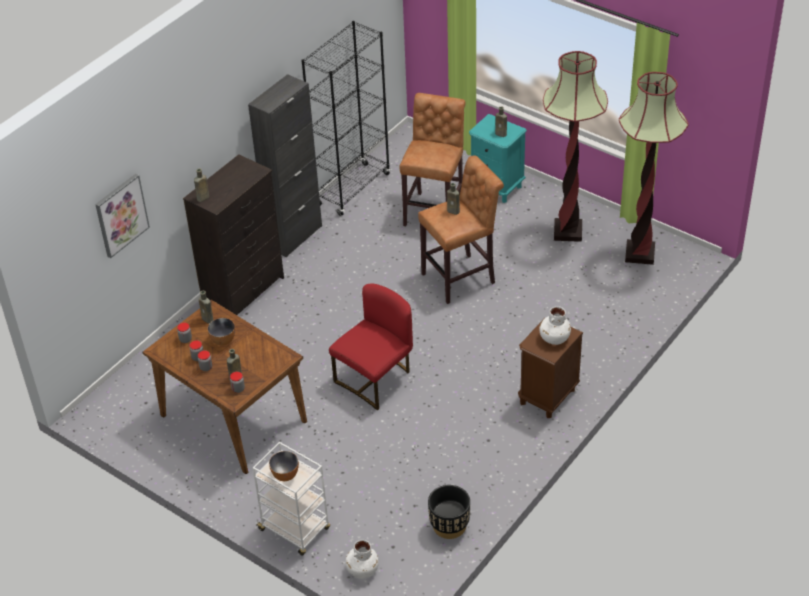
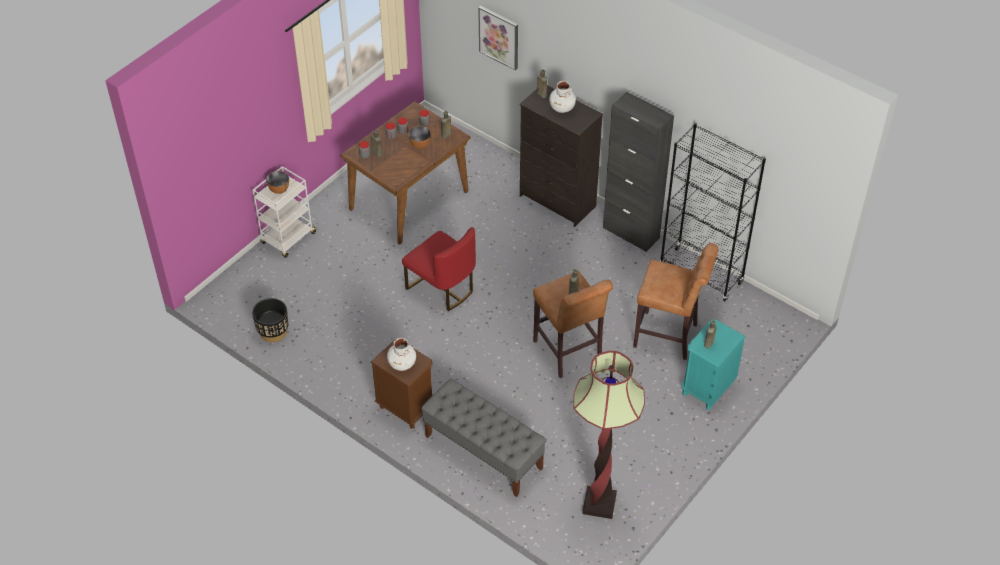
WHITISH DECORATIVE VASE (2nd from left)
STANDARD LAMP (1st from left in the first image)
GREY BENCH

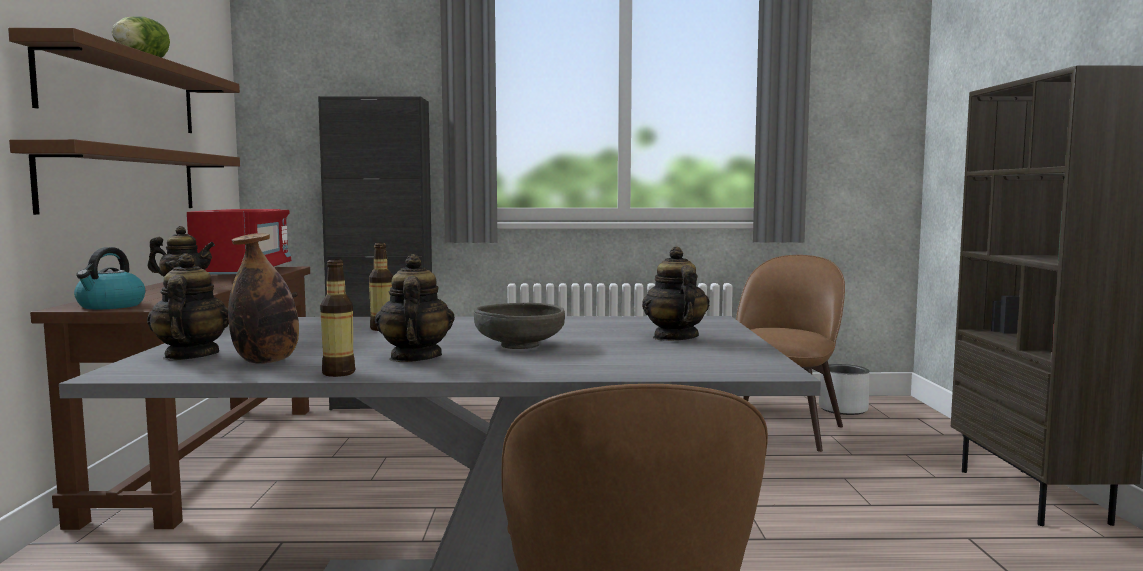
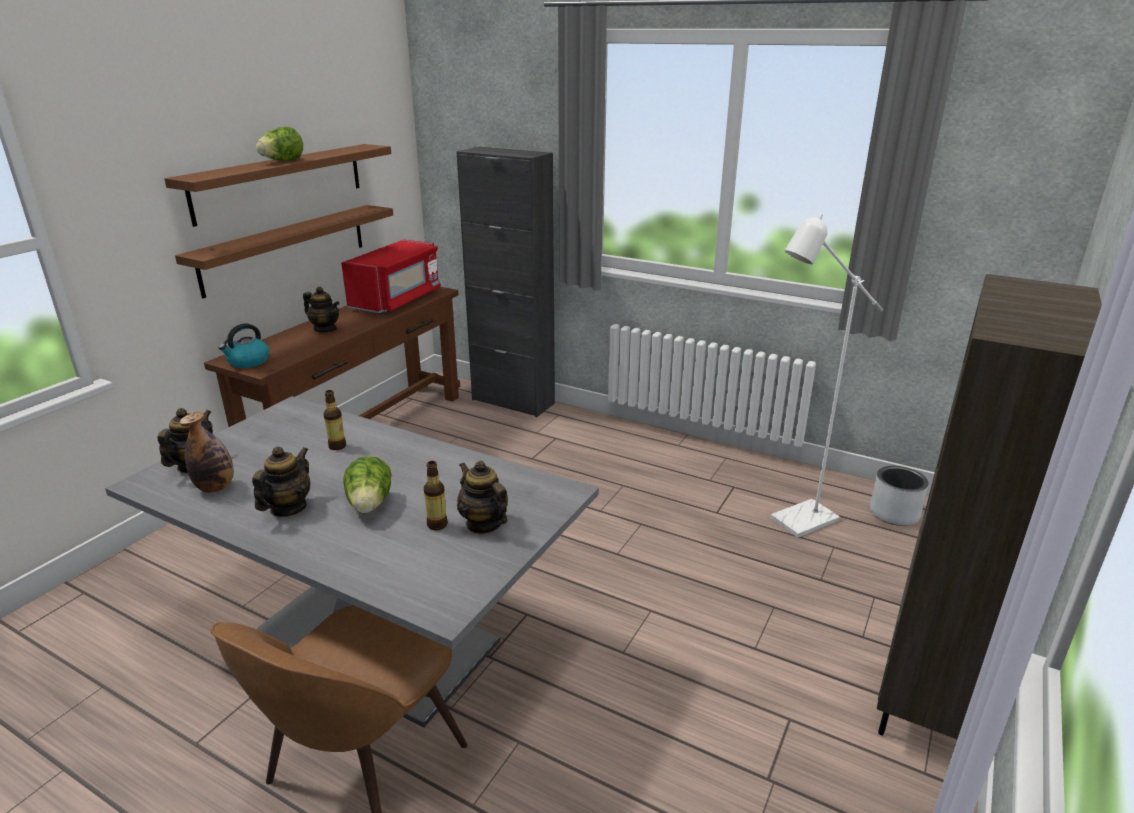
BOTTLE (3rd from left)
LETTUCE HEAD (2nd from left)
TEA POT (4th from left)
WHITISH STANDARD LAMP

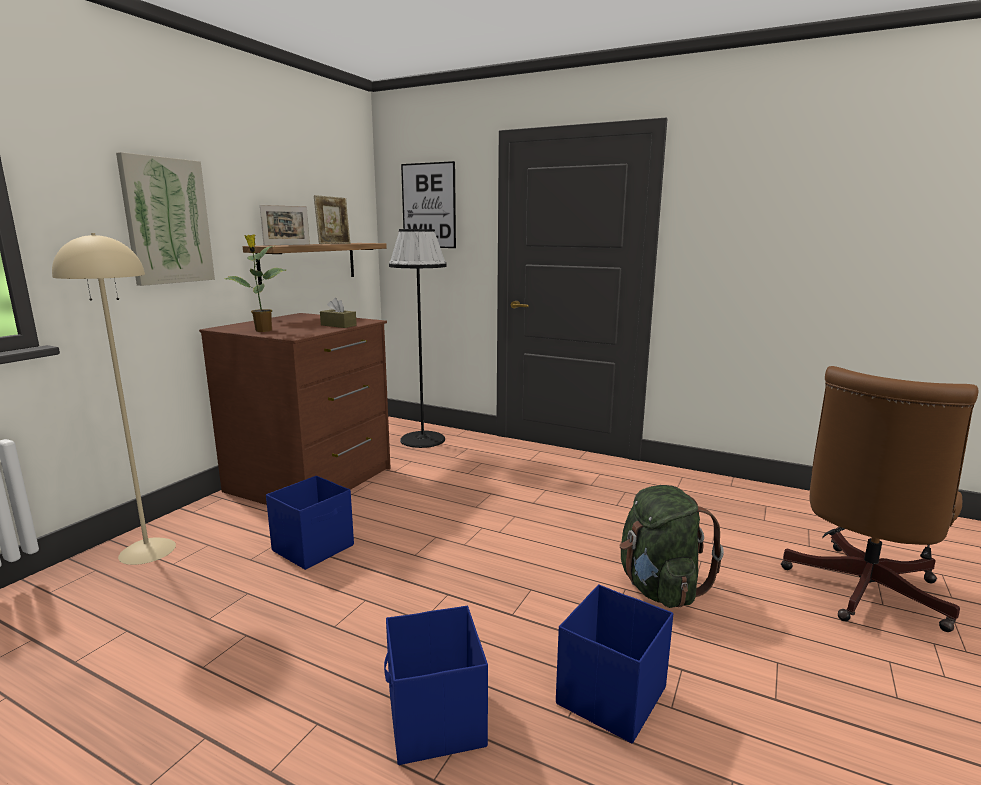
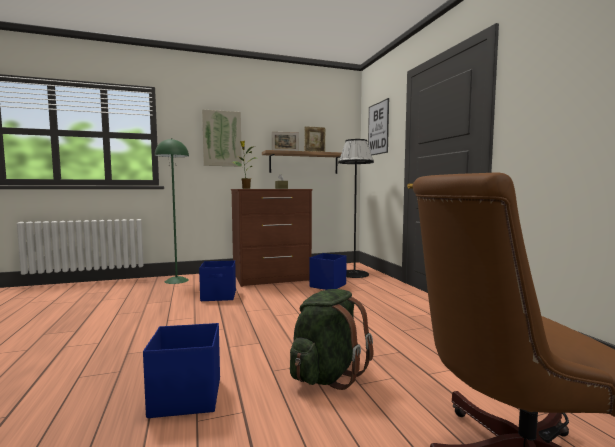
GREENISH STANDARD LAMP
BLUISH STORAGE BIN (3rd from left)

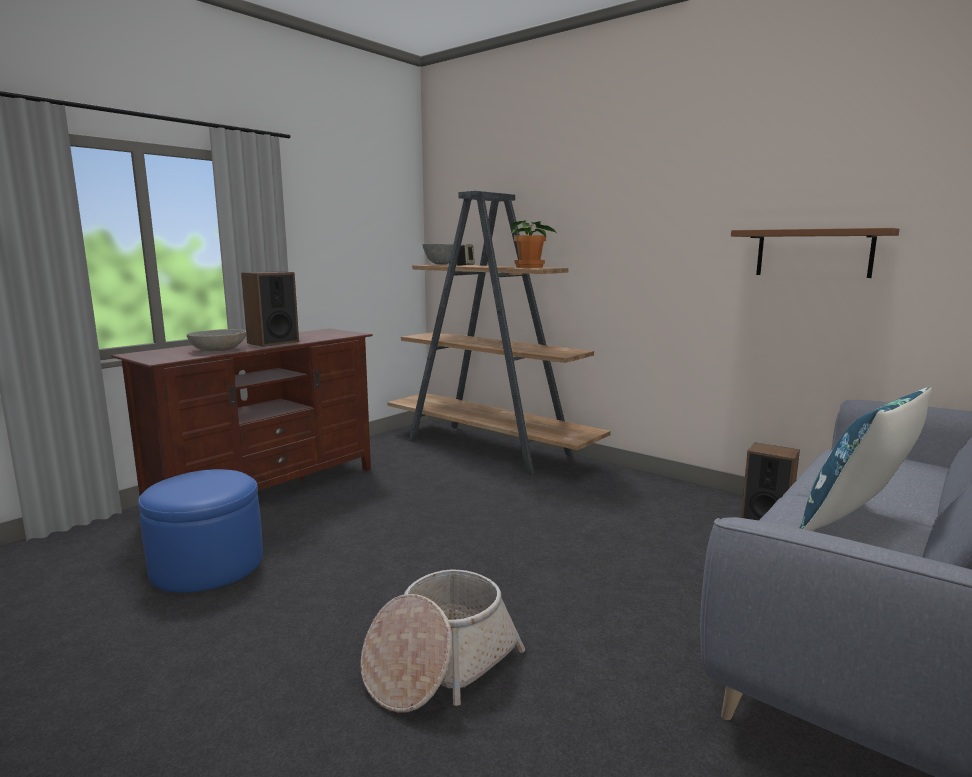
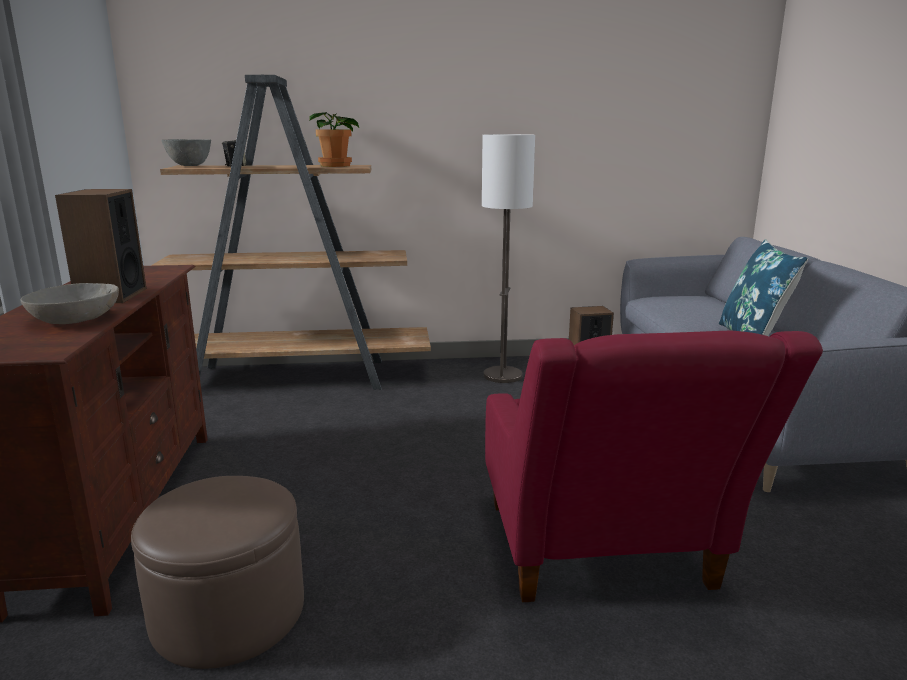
BROWNISH OTTOMAN
REDDISH EASY CHAIR
BROWNISH SHELF
STANDARD LAMP

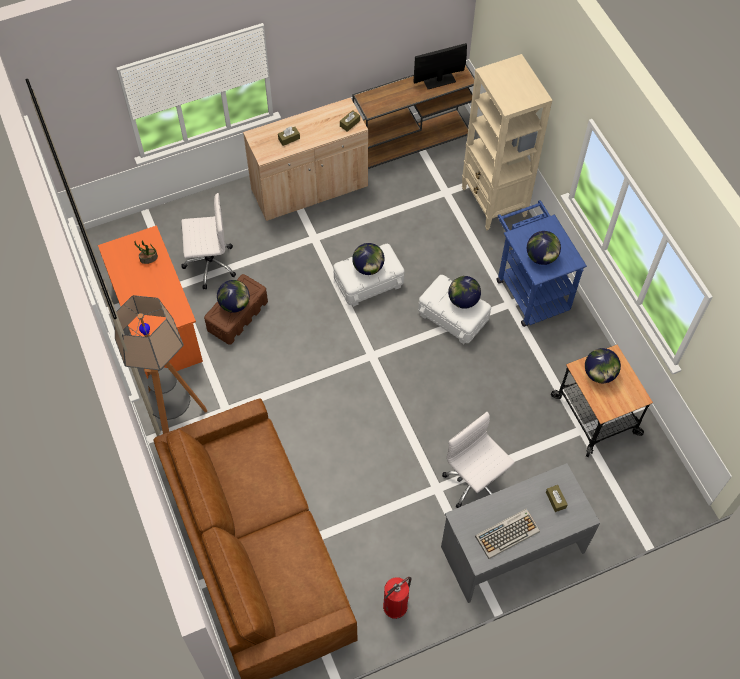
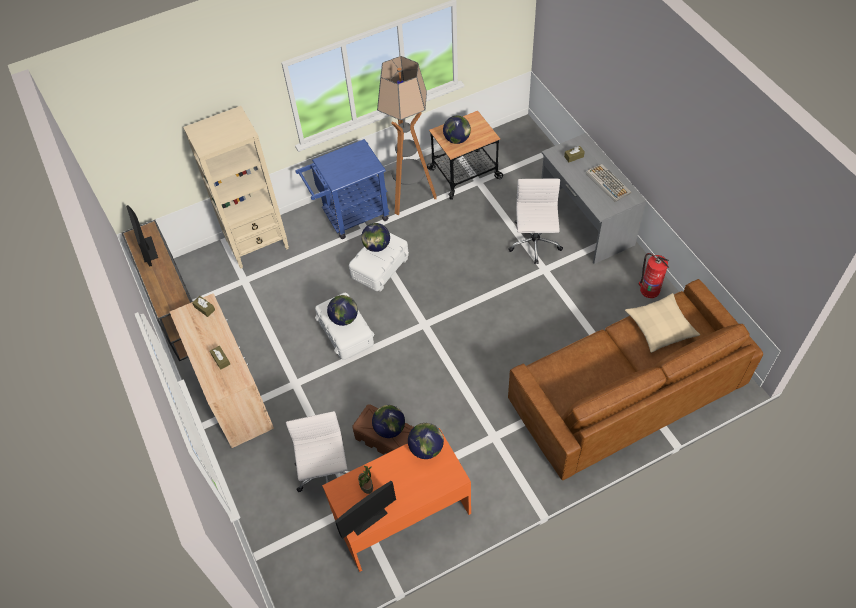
STANDARD LAMP
WHITISH OFFICE CHAIR (2nd from left)
GLOBE (4th from left)
COMPUTER SCREEN (2nd from left)
BEIGE PILLOW

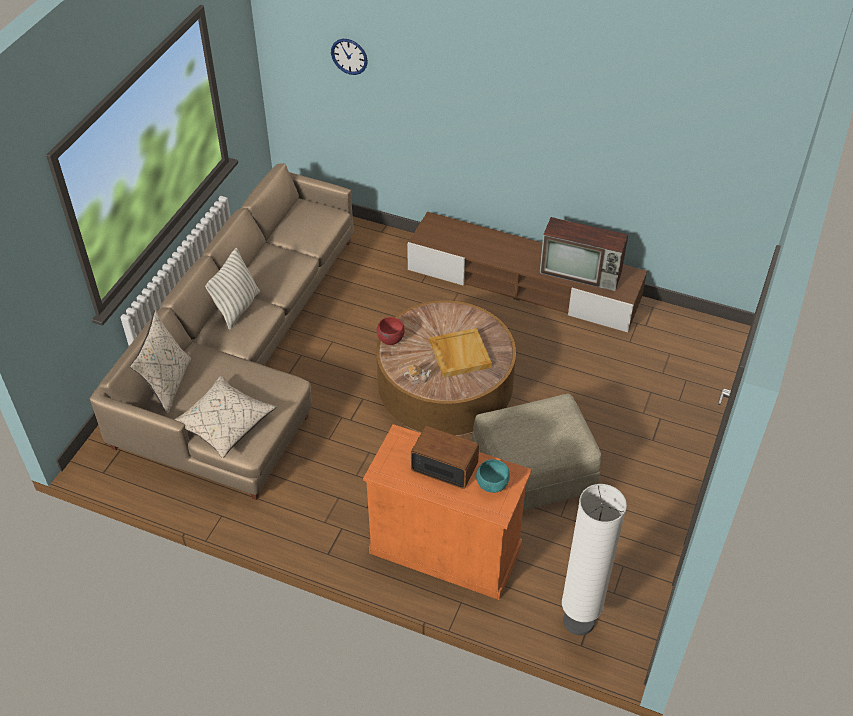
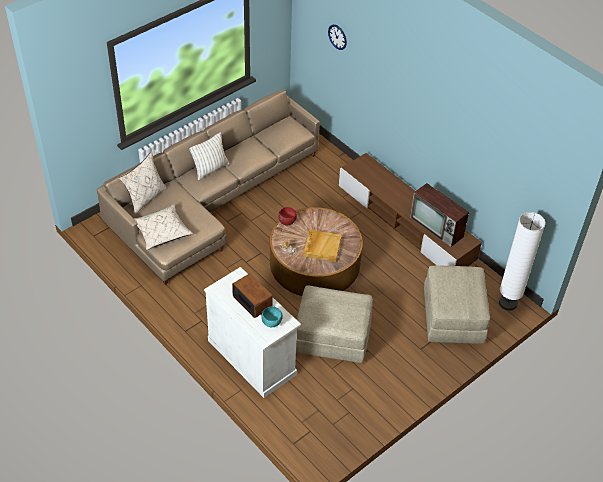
WHITISH CUPBOARD
WHITISH STANDARD LAMP
BEIGE OTTOMAN (2nd from left)

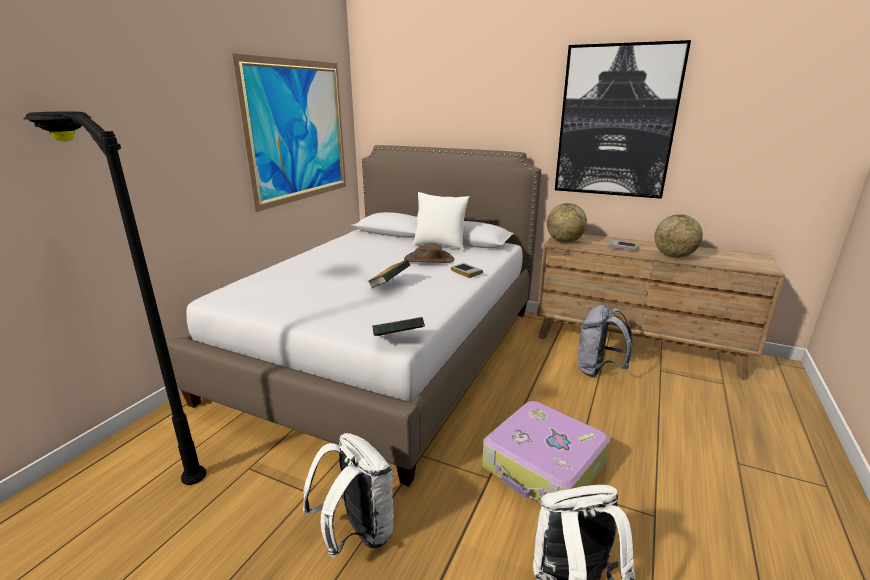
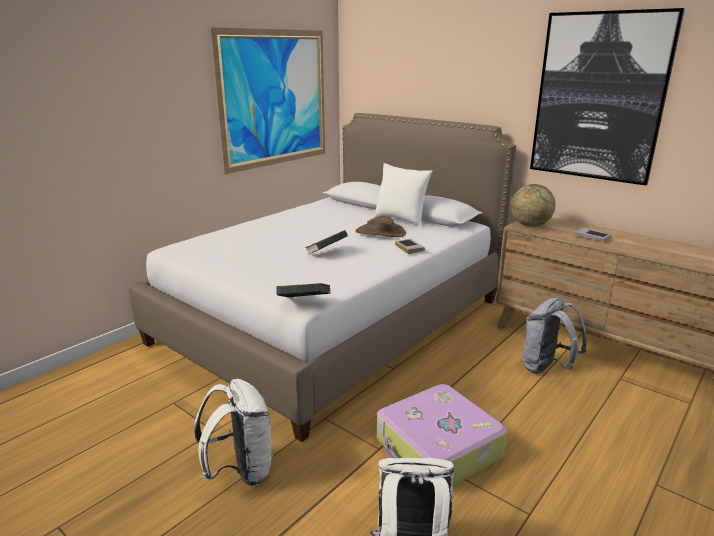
BLACKISH STANDARD LAMP
GLOBE (2nd from left in the first image)

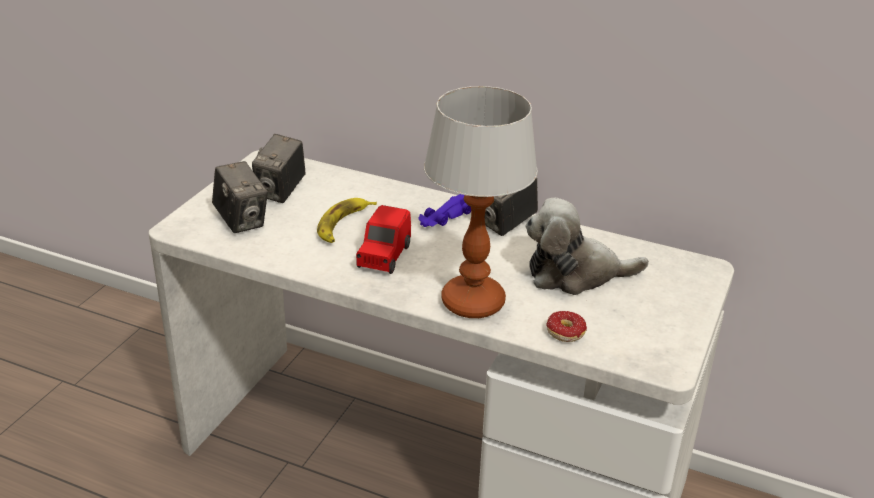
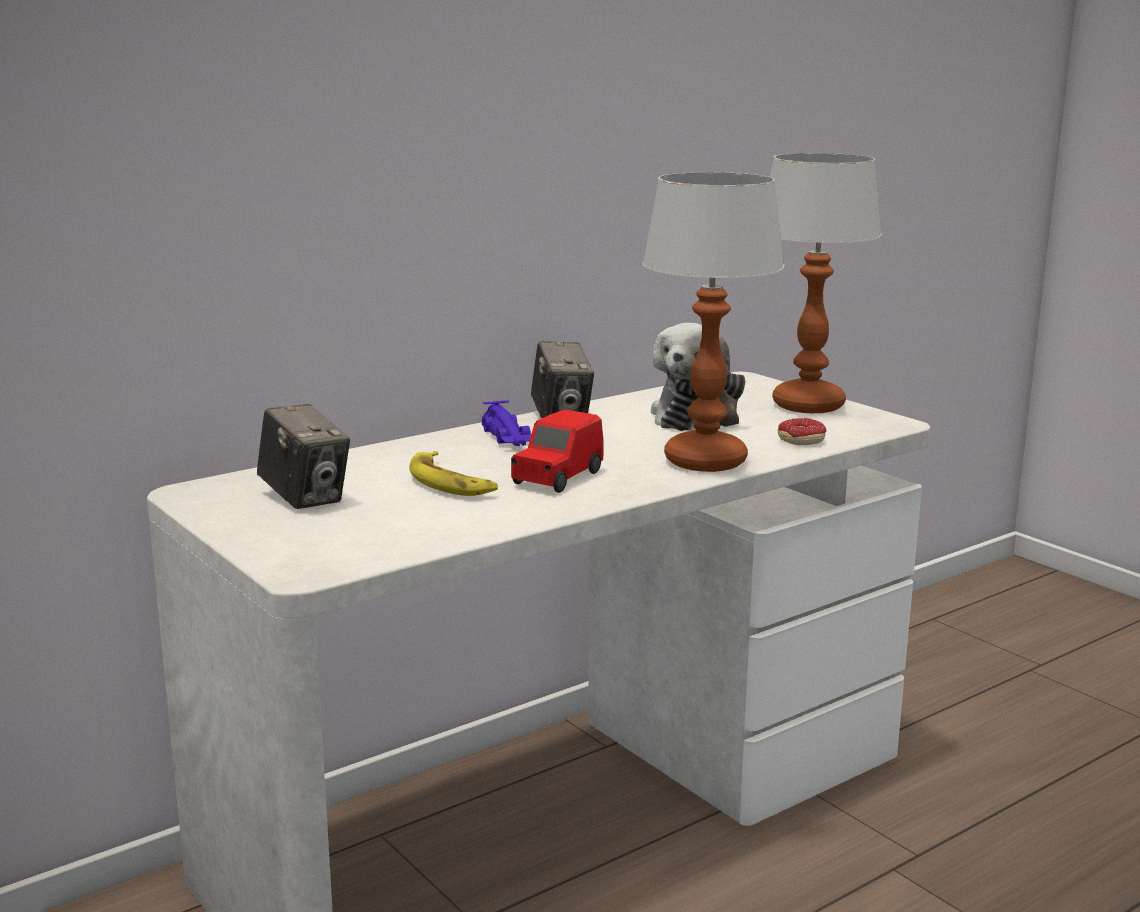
STILL CAMERA (1st from left in the first image)
REDDISH TOY CAR
LAMP FOR A TABLE (2nd from left)

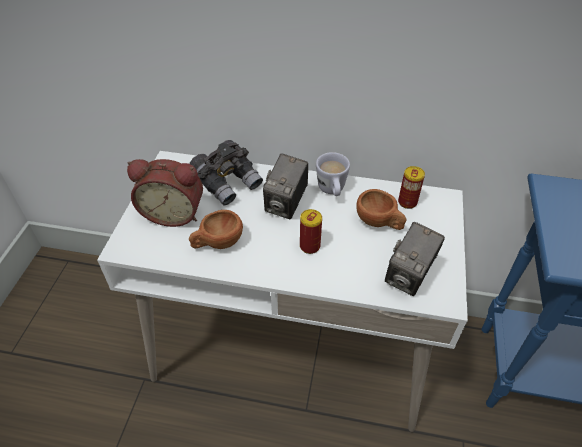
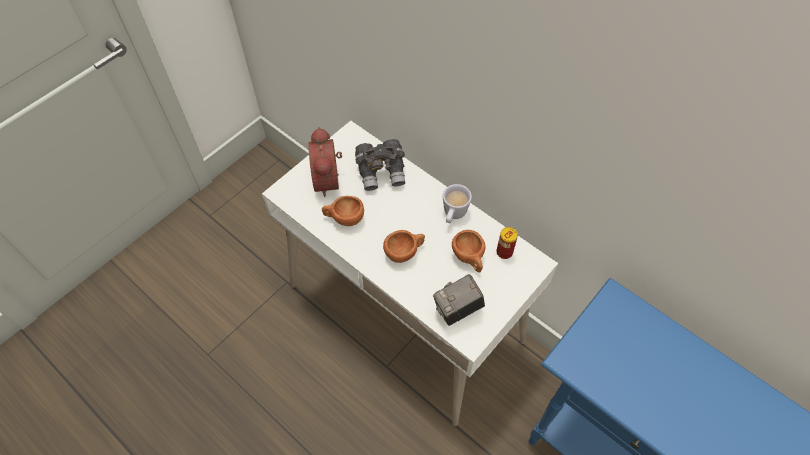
BEDSIDE CLOCK
STILL CAMERA (1st from left in the first image)
BROWNISH SMALL CUP (2nd from left)

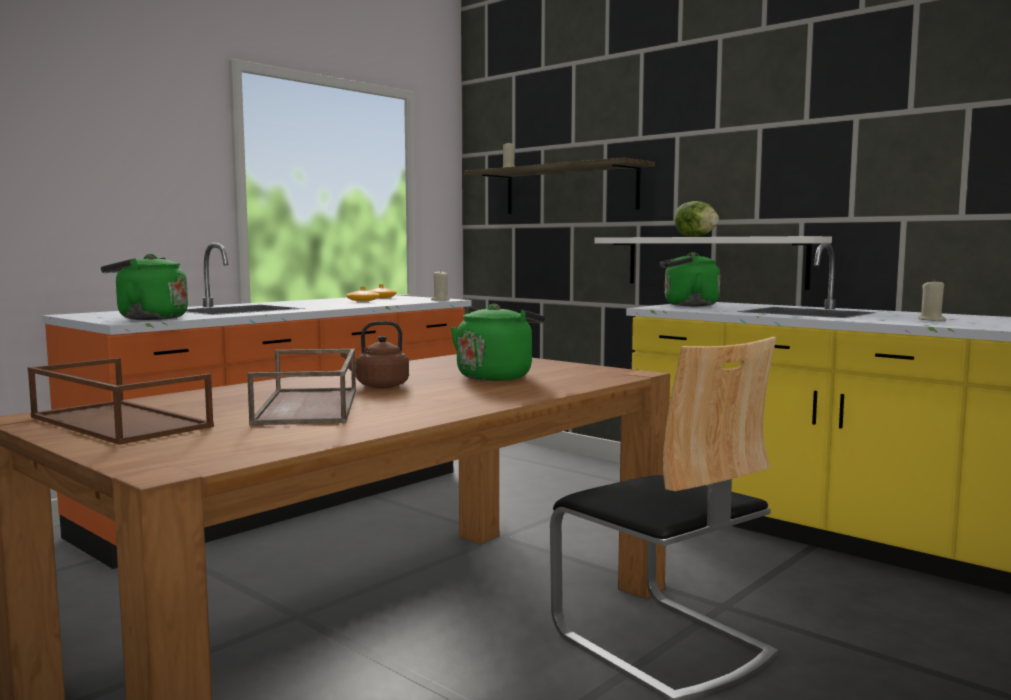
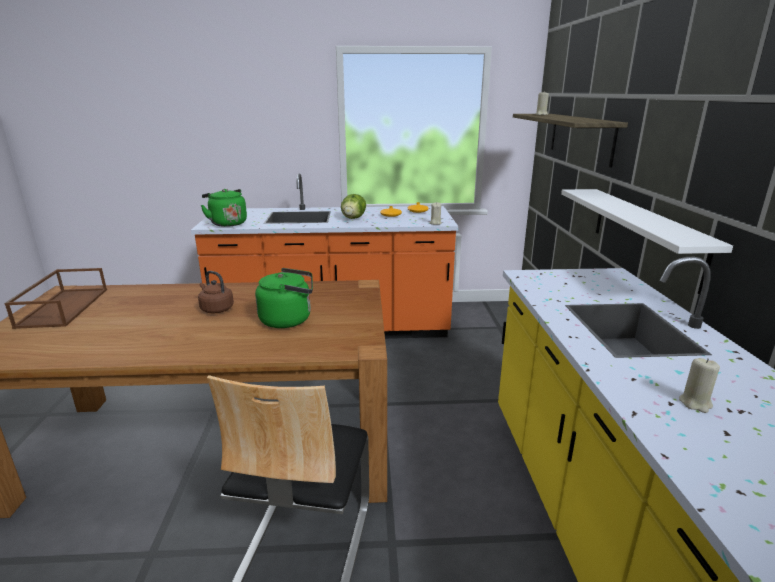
BROWNISH CARRYING TRAY (2nd from left in the first image)
GREENISH KETTLE (3rd from left in the first image)
LETTUCE HEAD

